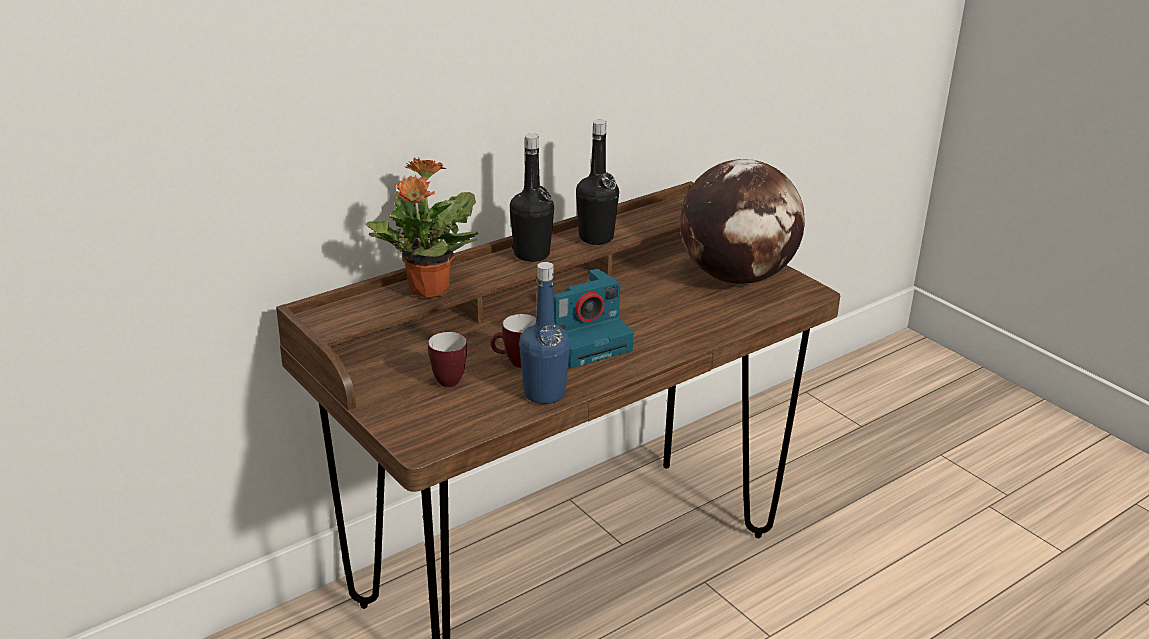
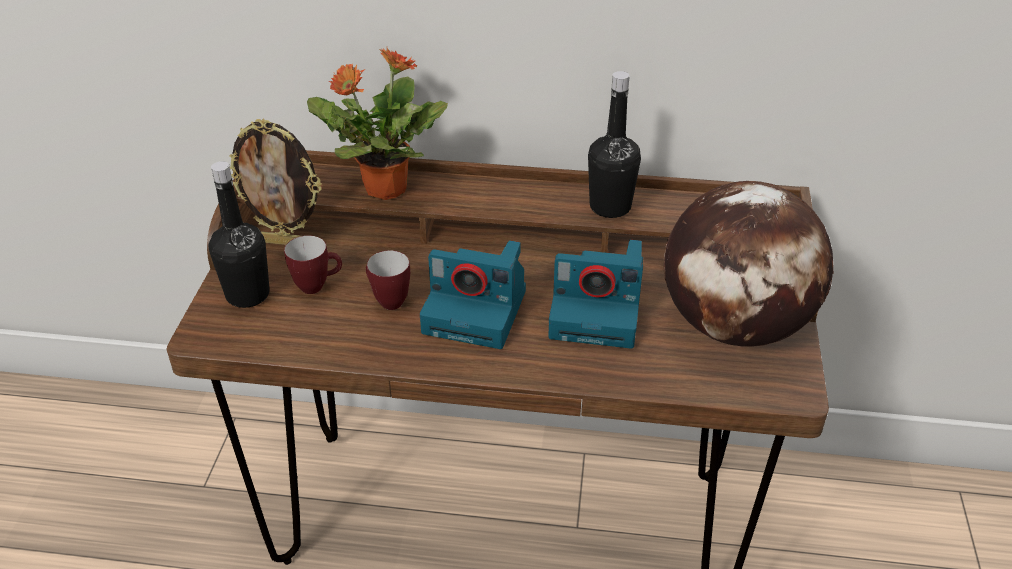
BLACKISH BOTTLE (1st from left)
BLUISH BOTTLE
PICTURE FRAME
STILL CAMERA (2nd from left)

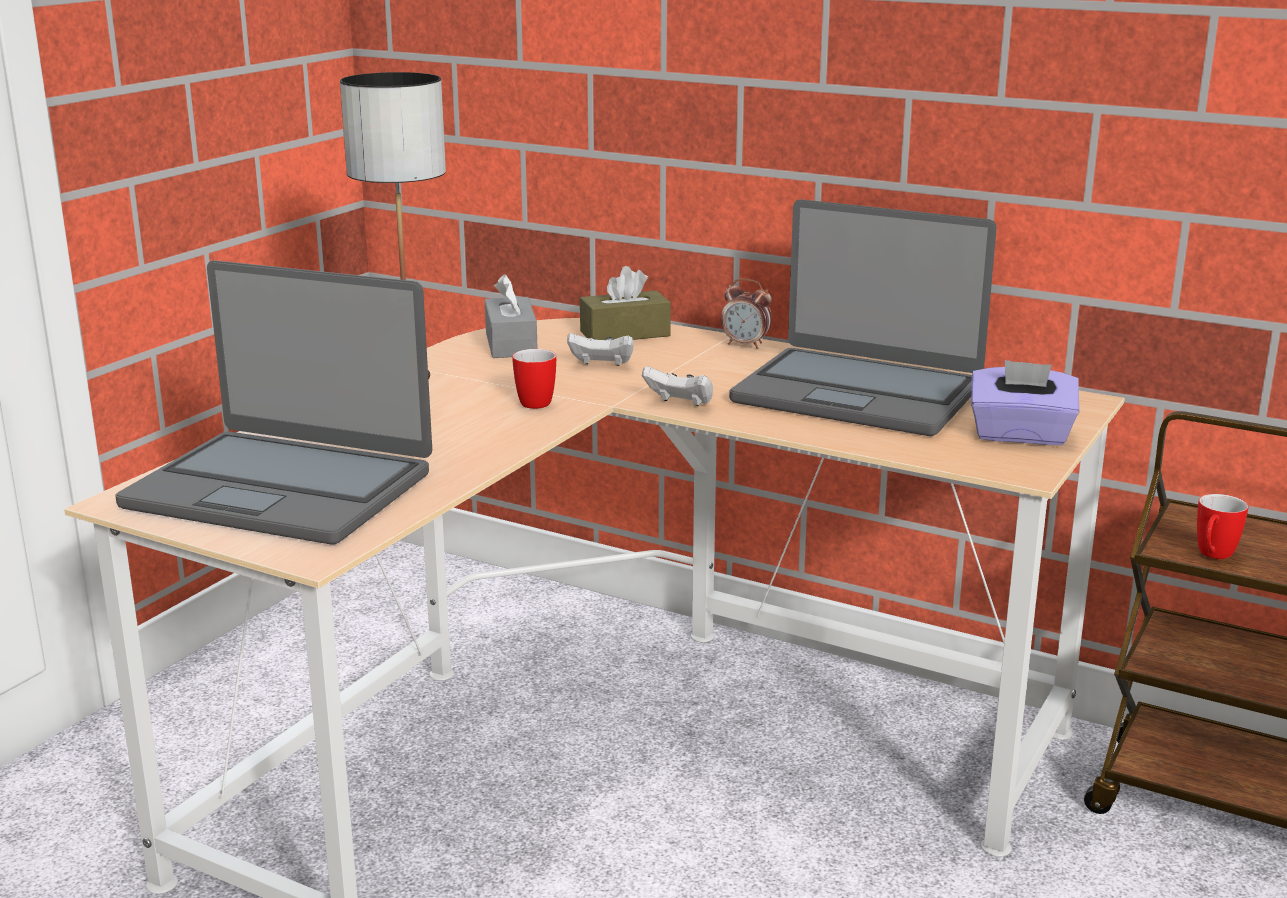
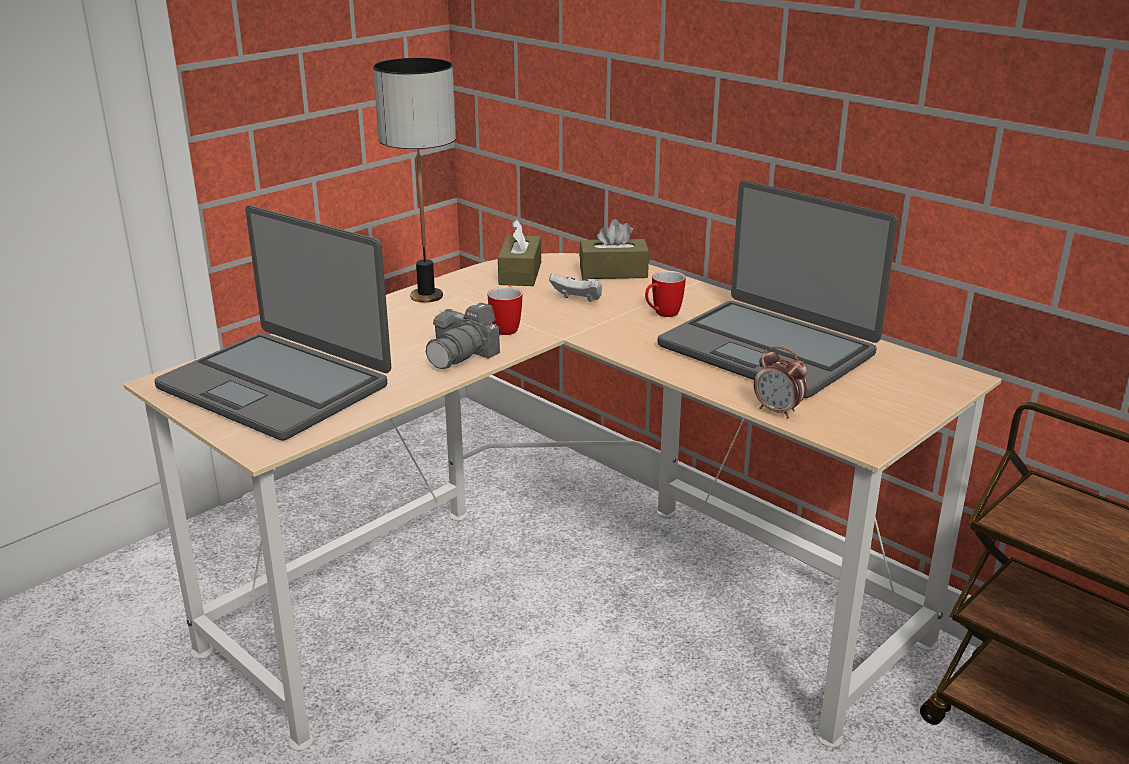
BROWNISH TISSUE HOLDER (1st from left)
WHITISH GAMEPAD (2nd from left in the first image)
BEDSIDE CLOCK
PURPLE-COLOURED TISSUE HOLDER
COFFEE MUG (2nd from left)
STILL CAMERA

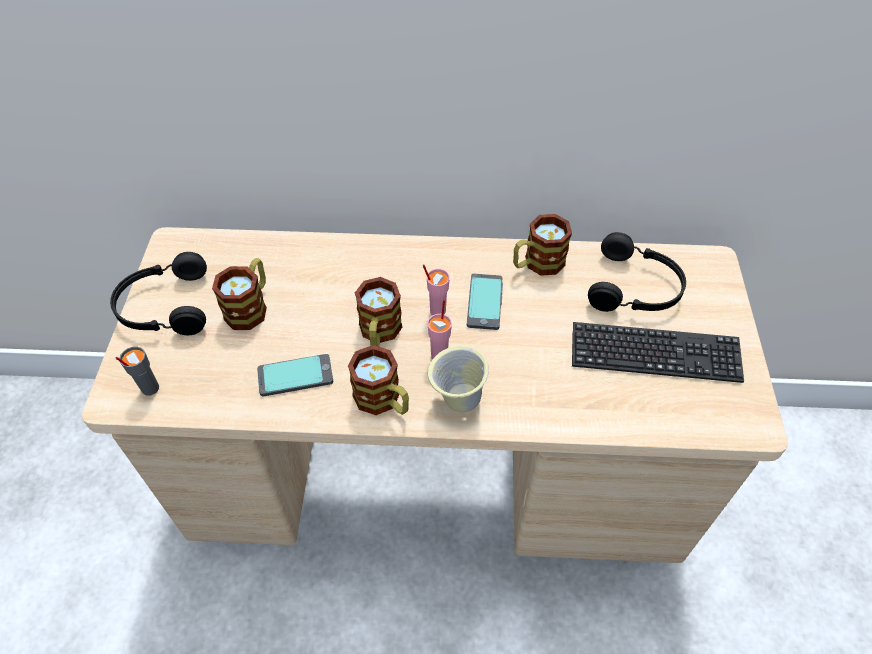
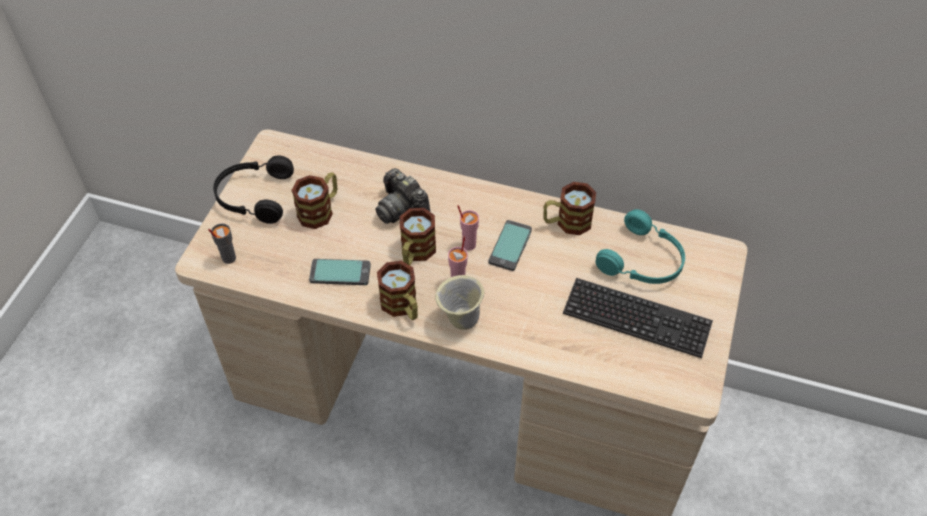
TURQUOISE PAIR OF HEADPHONES
STILL CAMERA

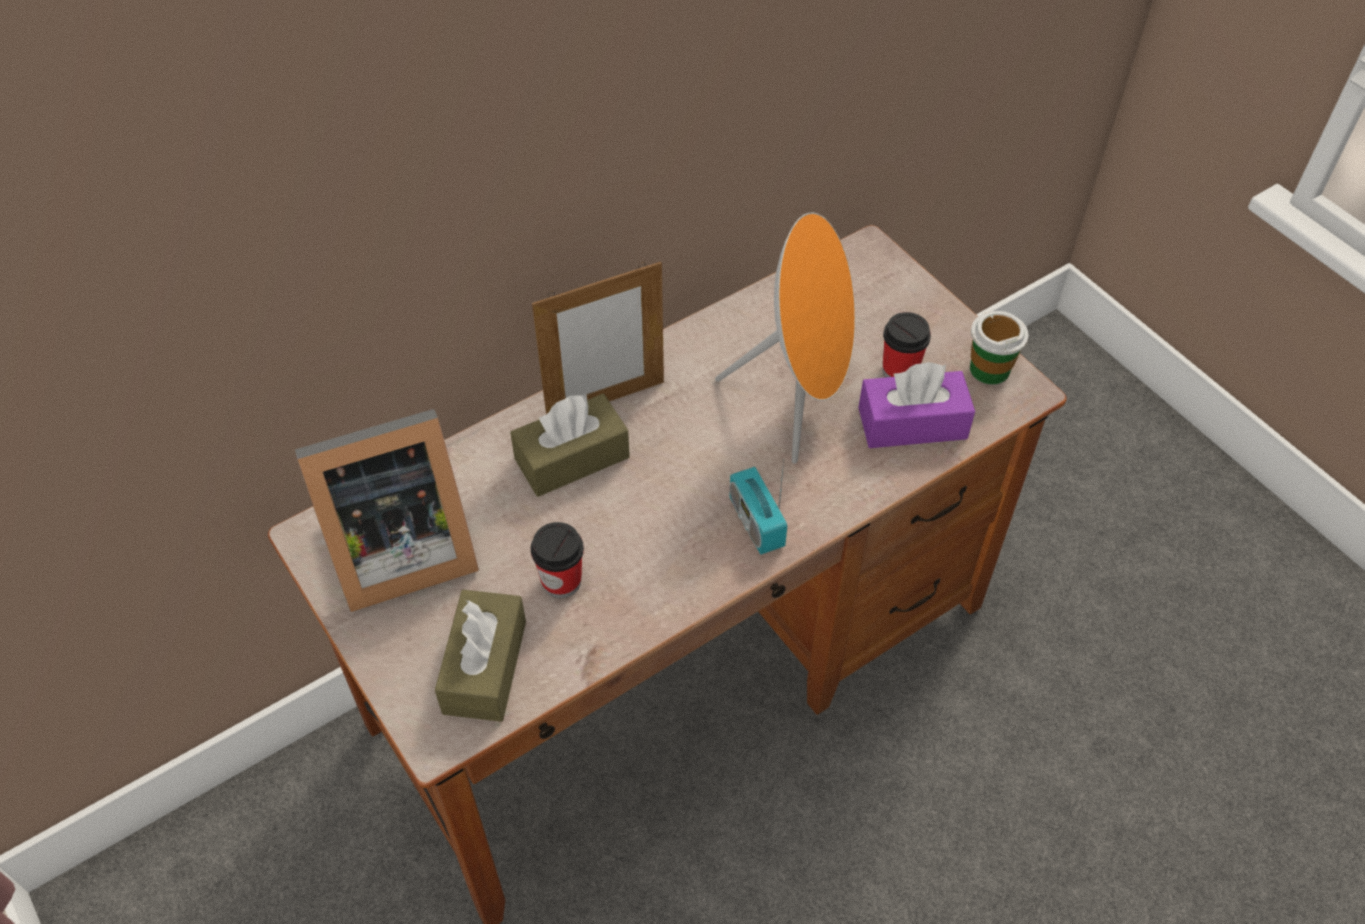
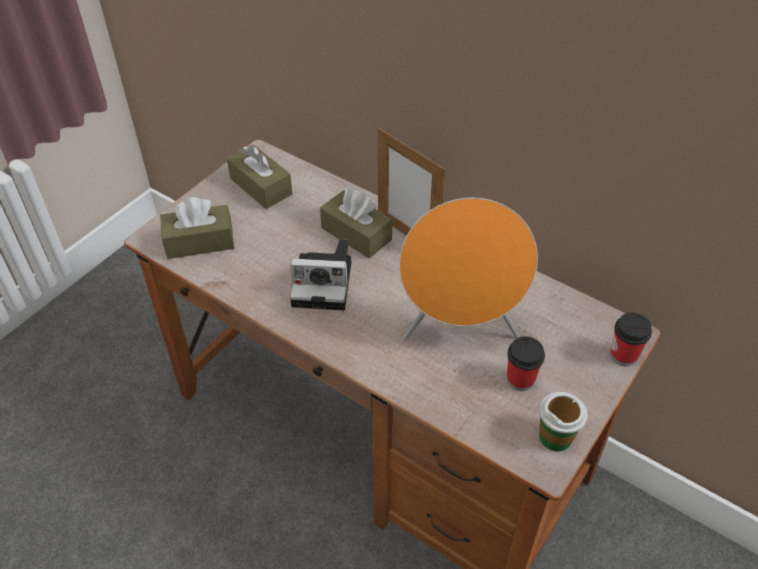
BROWNISH TISSUE HOLDER (2nd from left)
SMALL CUP (3rd from left)
RADIO SET
PURPLE-COLOURED TISSUE HOLDER
STILL CAMERA

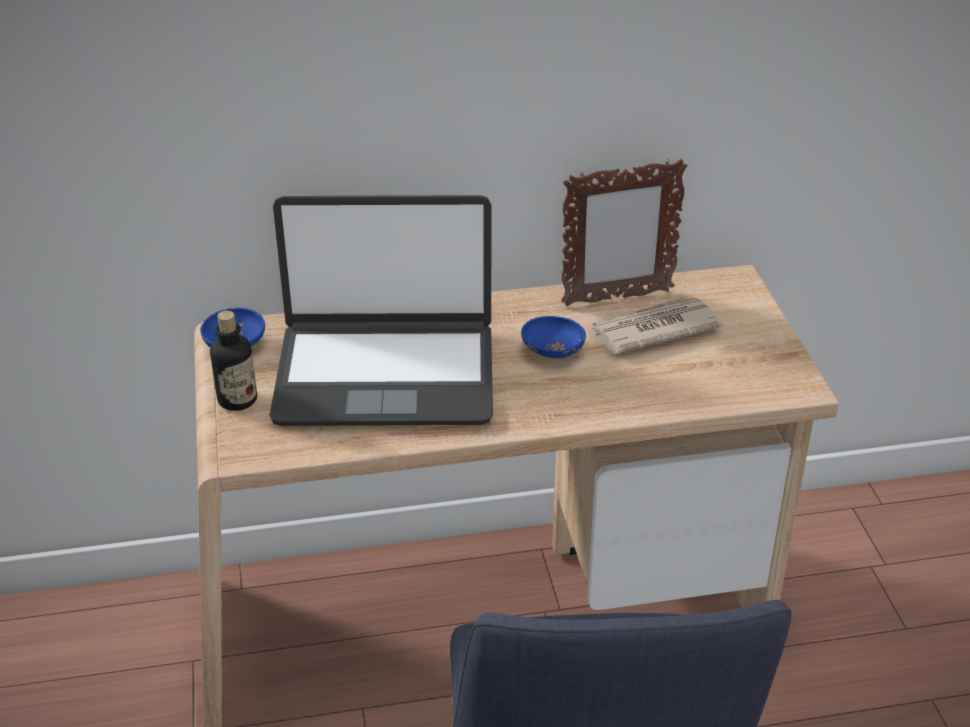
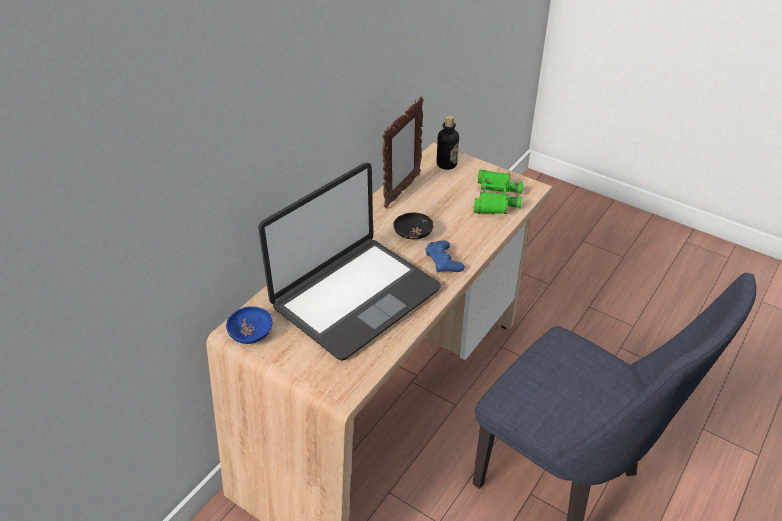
BOTTLE
BLACKISH SERVING BOWL
PRINTED PAPER
BLUISH GAMEPAD
GREENISH PAIR OF BINOCULARS

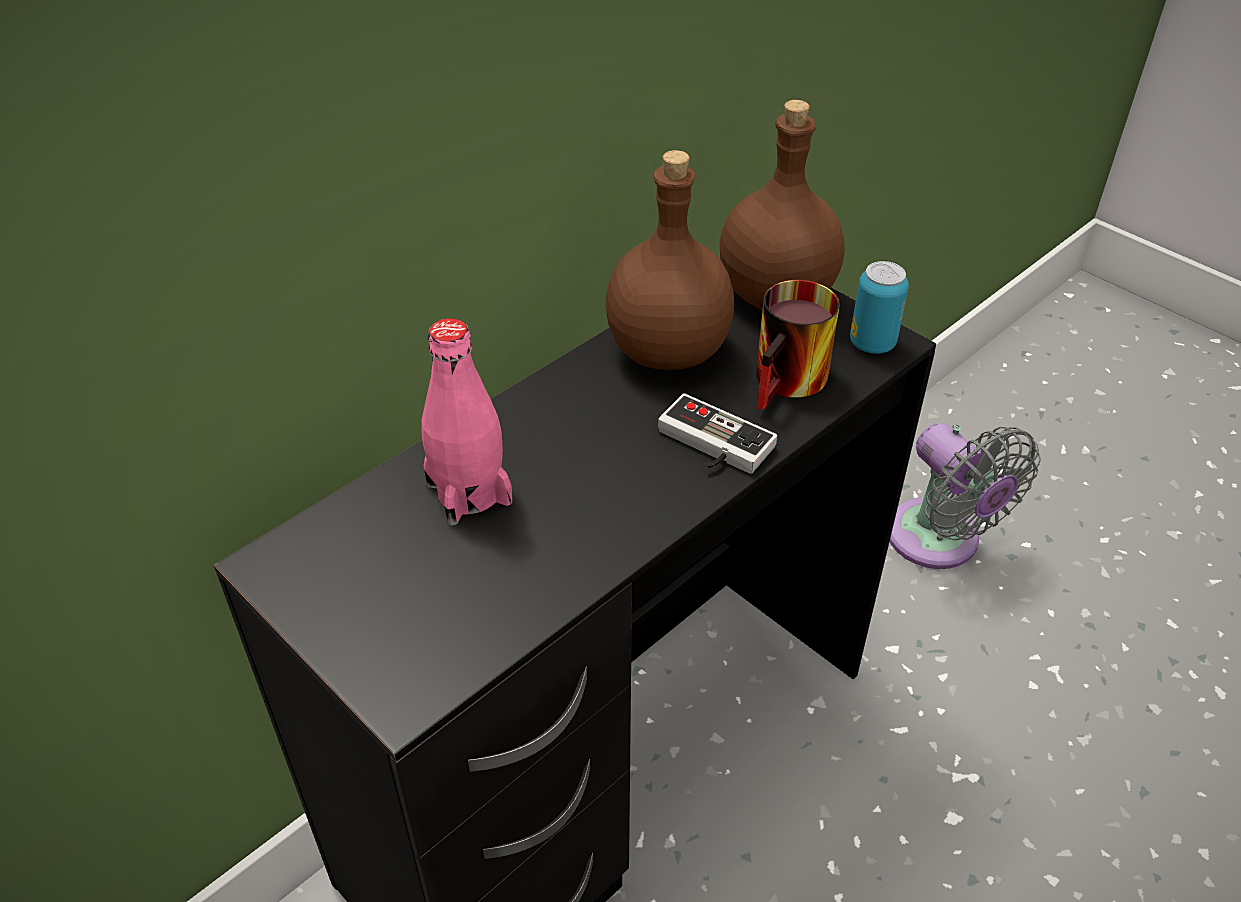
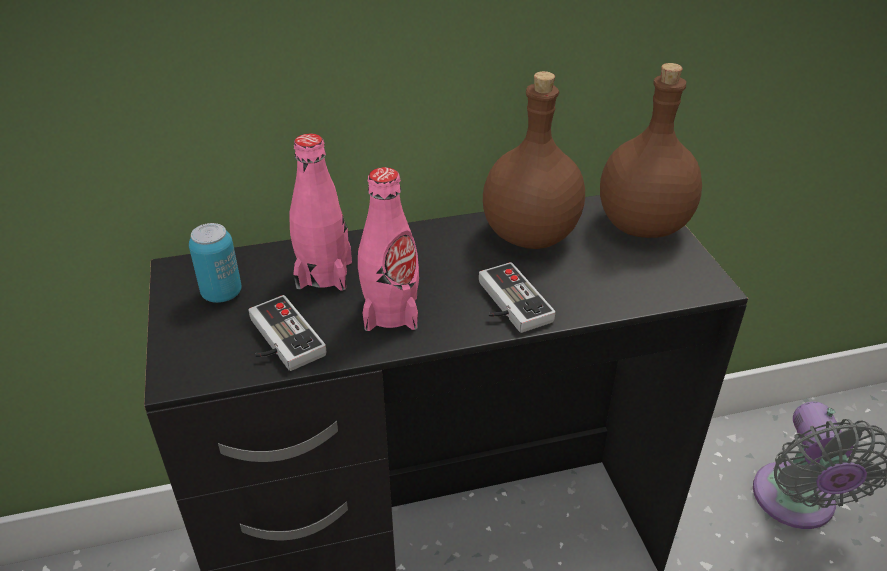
COFFEE MUG
METAL CAN
GAMEPAD (1st from left)
PINKISH BOTTLE (2nd from left)

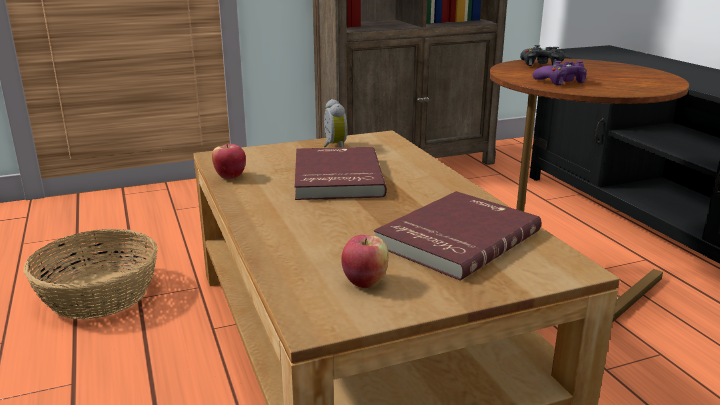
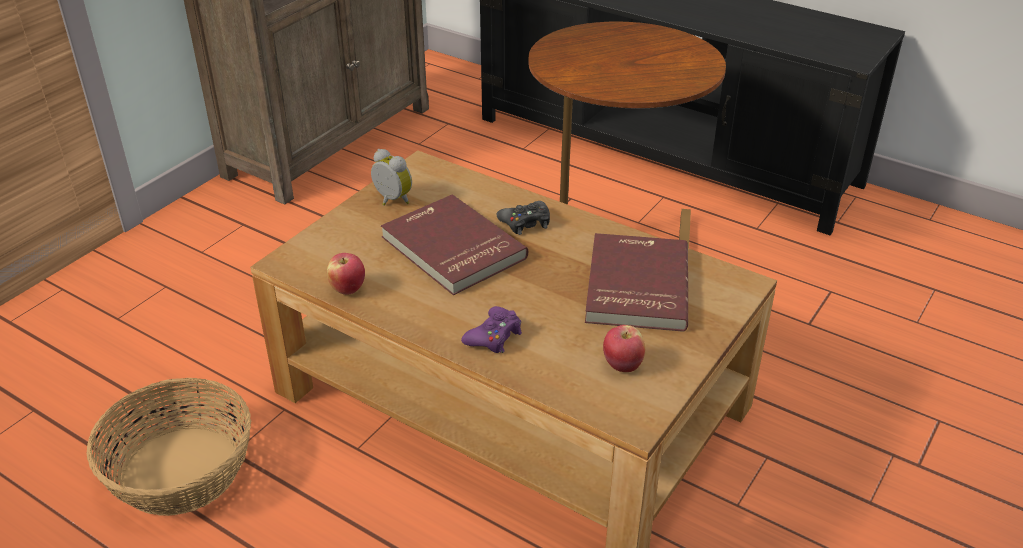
BLACKISH GAMEPAD
PURPLE-COLOURED GAMEPAD

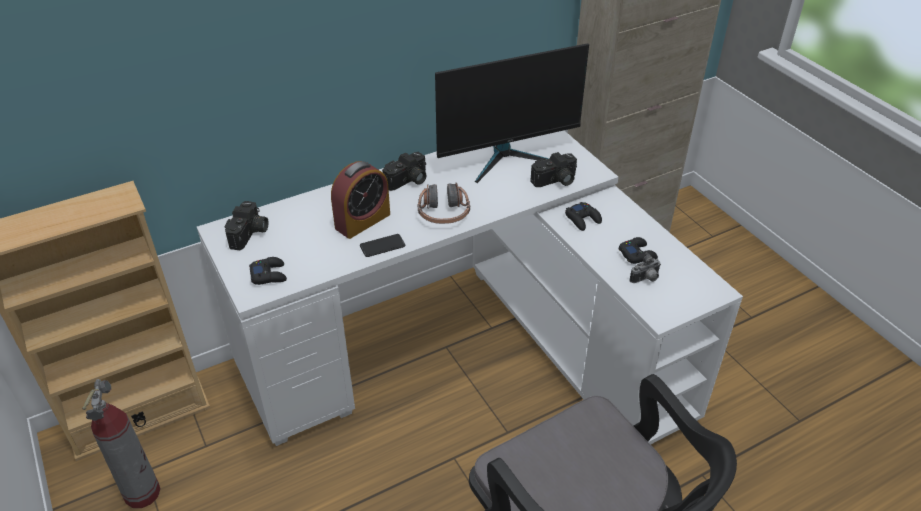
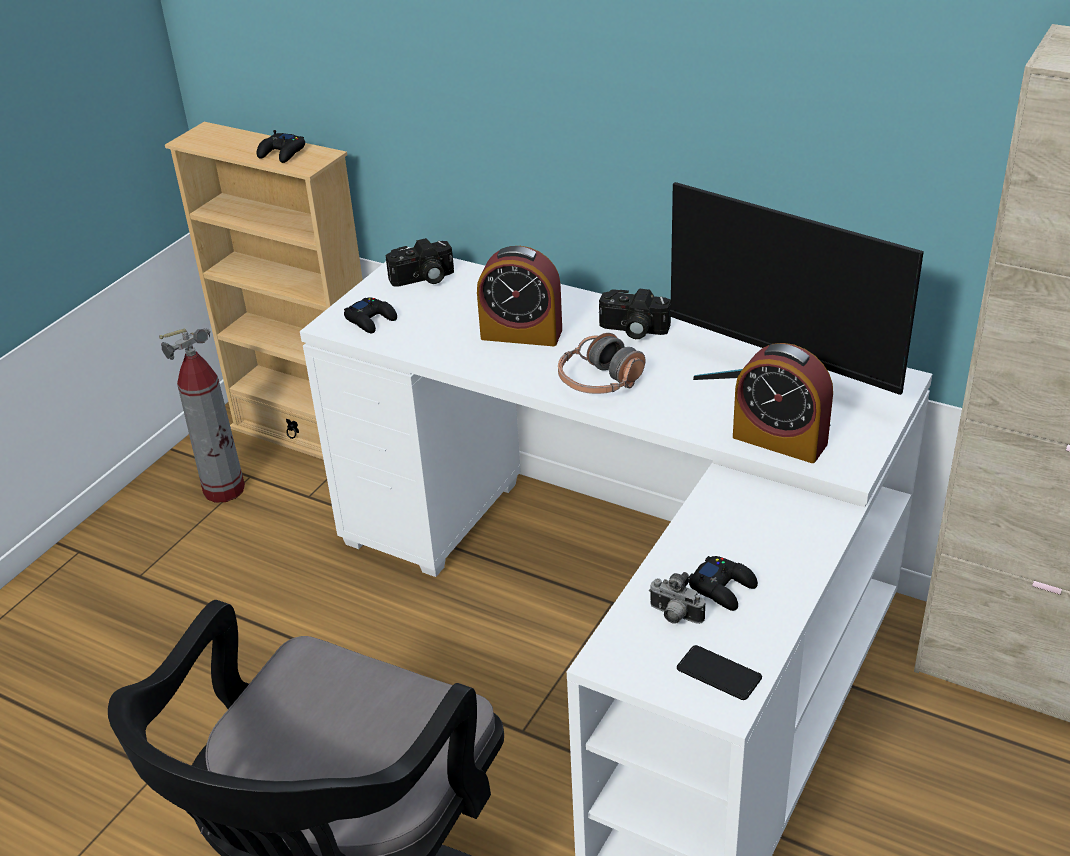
TELEPHONE
BEDSIDE CLOCK (2nd from left)
BLACKISH GAMEPAD (1st from left)

